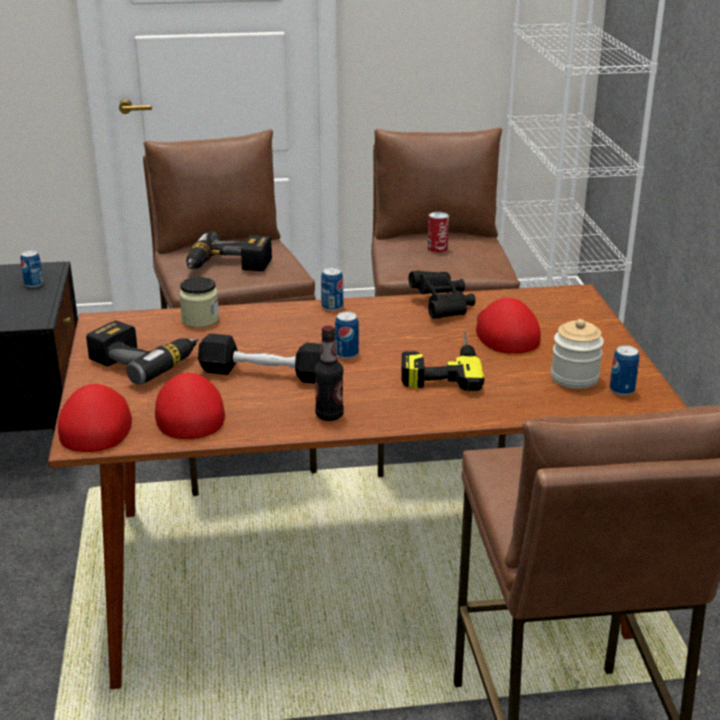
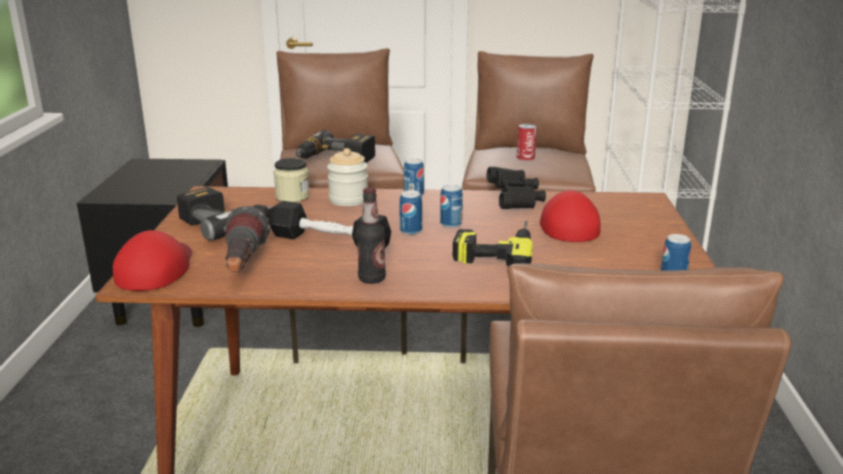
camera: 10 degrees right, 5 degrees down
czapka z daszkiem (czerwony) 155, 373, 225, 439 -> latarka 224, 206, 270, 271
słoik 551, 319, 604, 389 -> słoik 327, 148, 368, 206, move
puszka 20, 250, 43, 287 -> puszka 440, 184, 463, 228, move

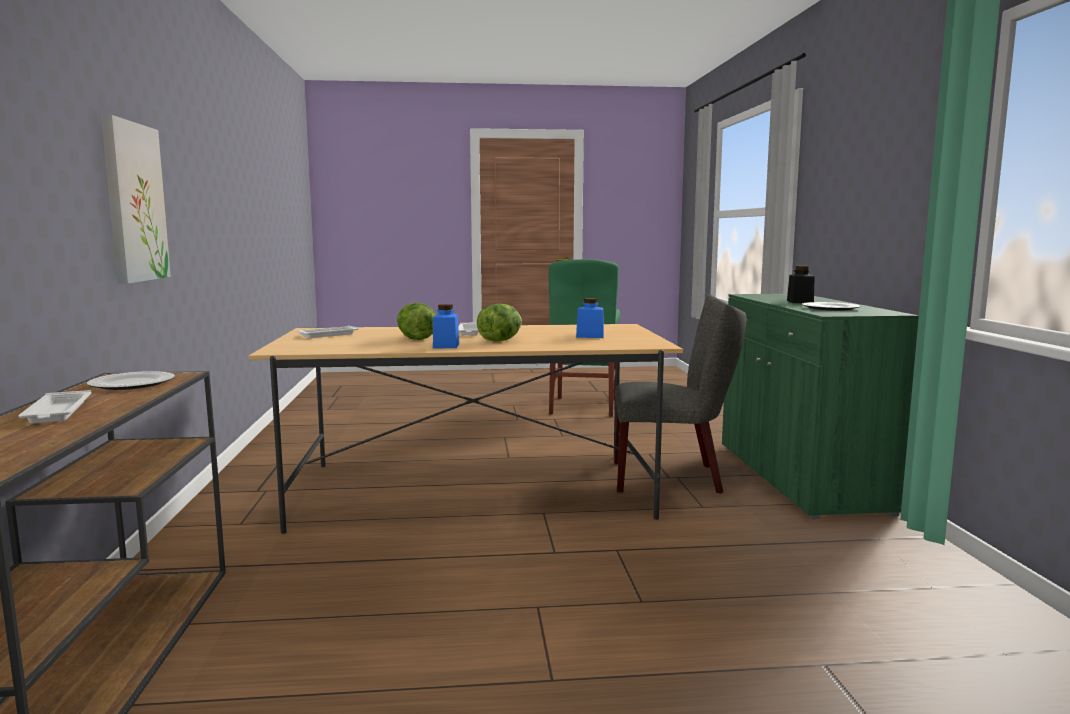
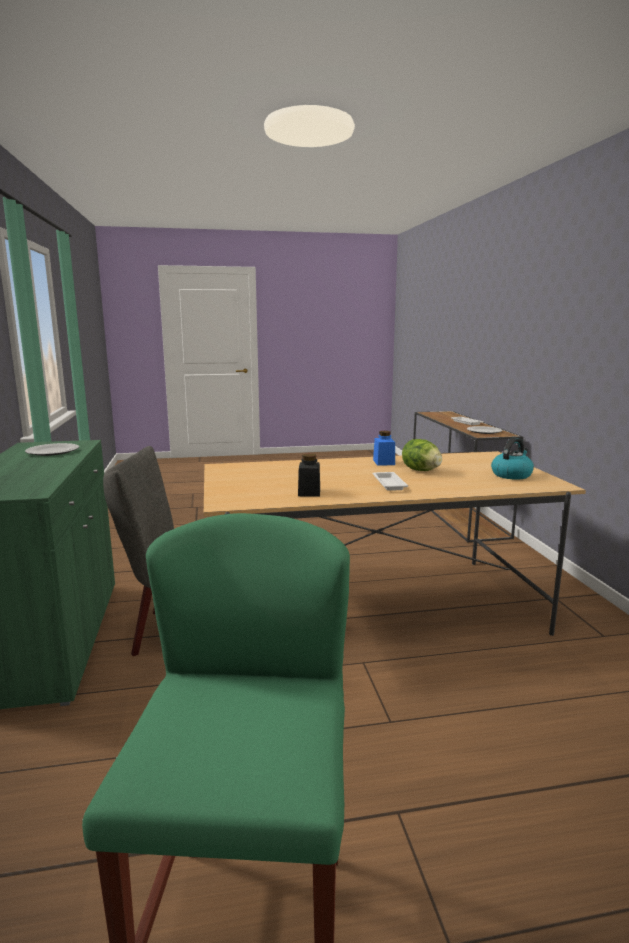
camera: 175 degrees right, 5 degrees up
słoik (czarny) 787, 266, 815, 303 -> słoik (czarny) 298, 454, 320, 497, move
taca (biały) 298, 325, 359, 338 -> czajnik 491, 438, 534, 480
obraz 101, 115, 171, 284 -> none
sałata 477, 303, 522, 342 -> none
słoik (niebieski) 576, 298, 604, 338 -> none

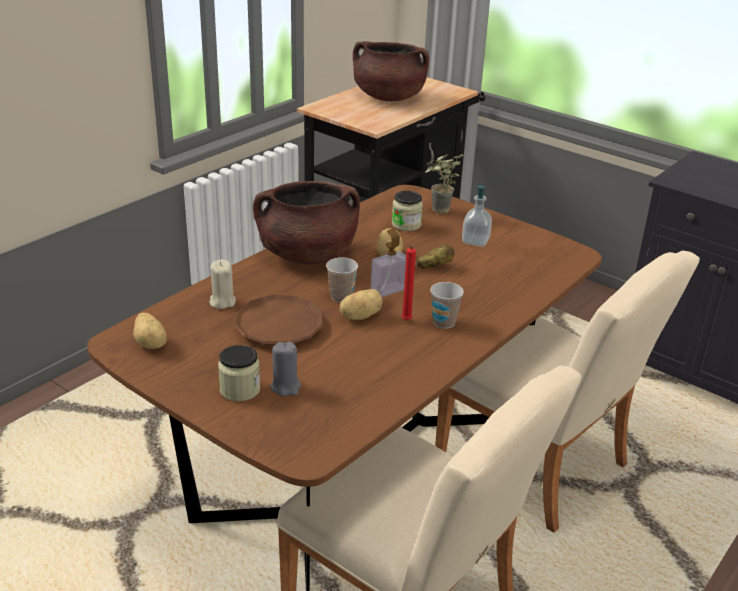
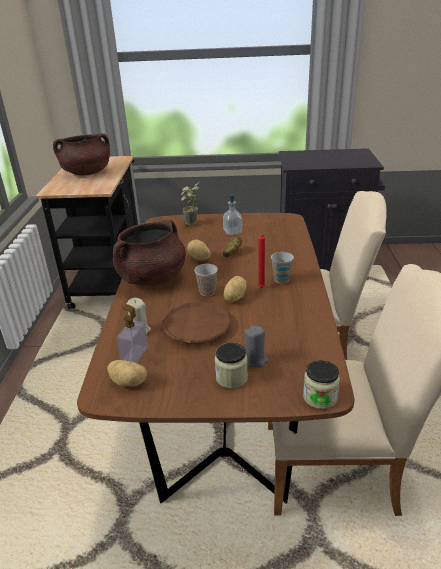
camera: 35 degrees left, 0 degrees up
dozownik mydła 371, 229, 406, 297 -> dozownik mydła 117, 304, 148, 363, move
słoik 392, 191, 423, 231 -> słoik 303, 361, 340, 409, move

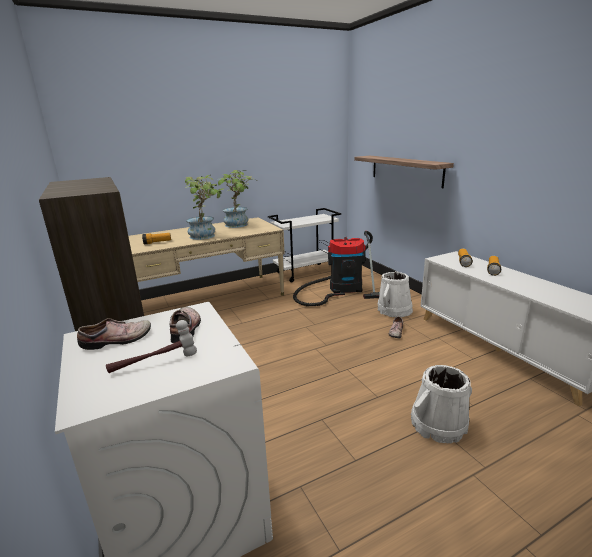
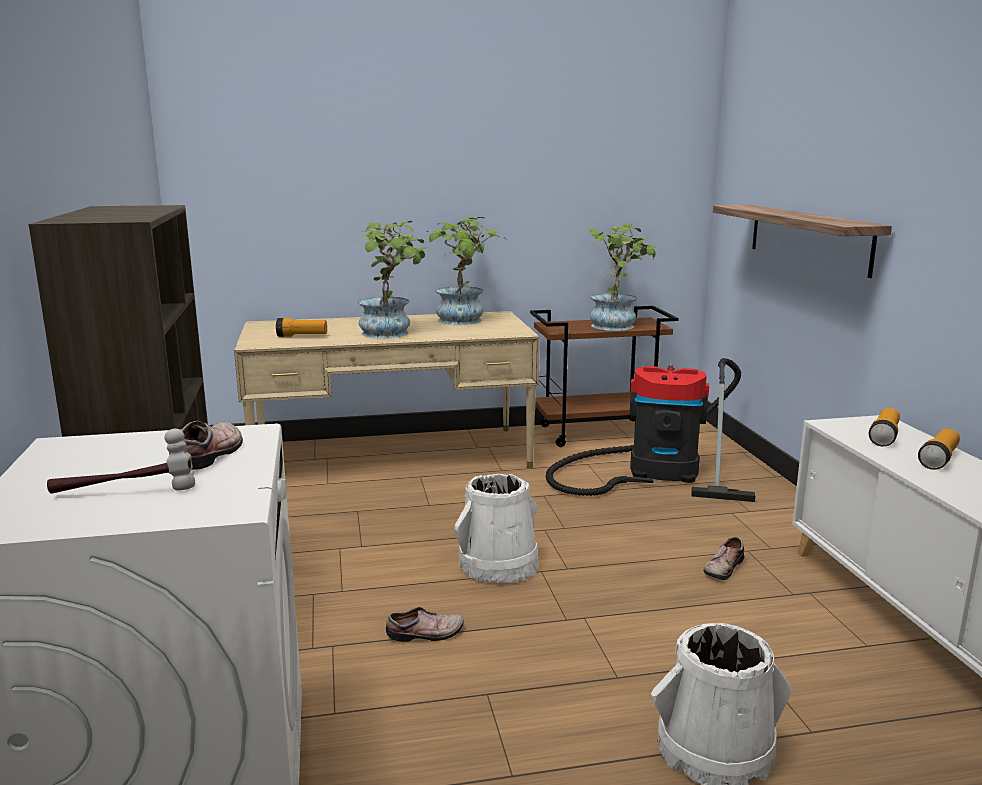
camera: 15 degrees right, 5 degrees down
but 77, 318, 151, 350 -> but 386, 606, 464, 642, move
wiadro (biały) 378, 271, 413, 317 -> wiadro (biały) 454, 474, 539, 584, move
wózek (biały) 268, 208, 341, 283 -> wózek (brązowy) 530, 306, 679, 447
none -> roślina doniczkowa 586, 223, 659, 331

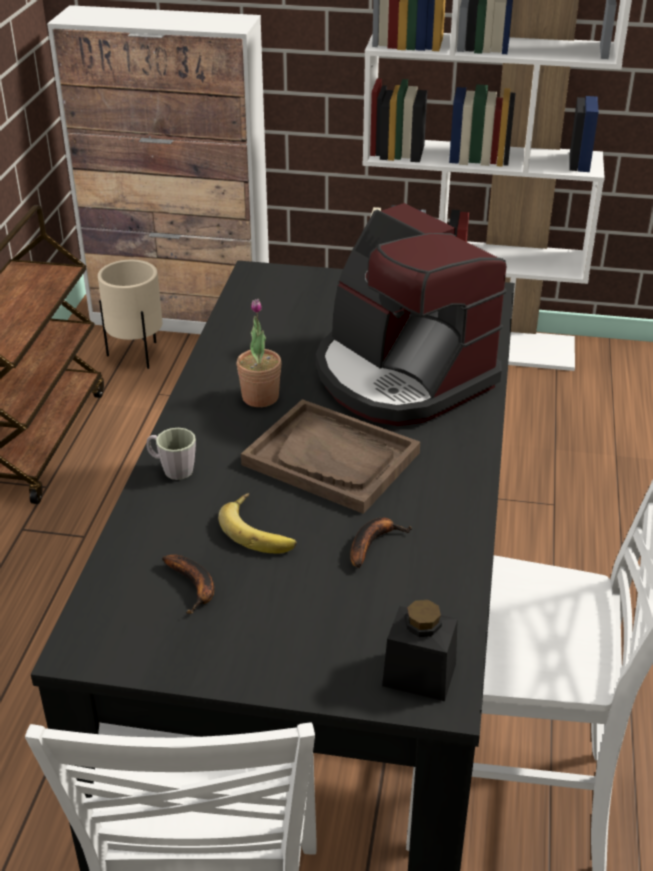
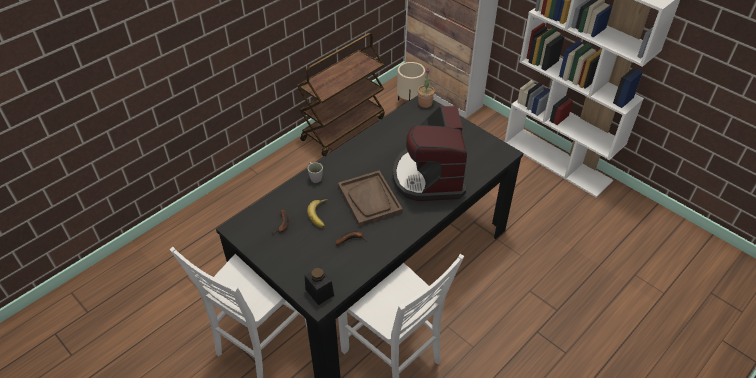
camera: 35 degrees right, 10 degrees up
roślina doniczkowa 237, 299, 282, 407 -> roślina doniczkowa 418, 68, 435, 108, move

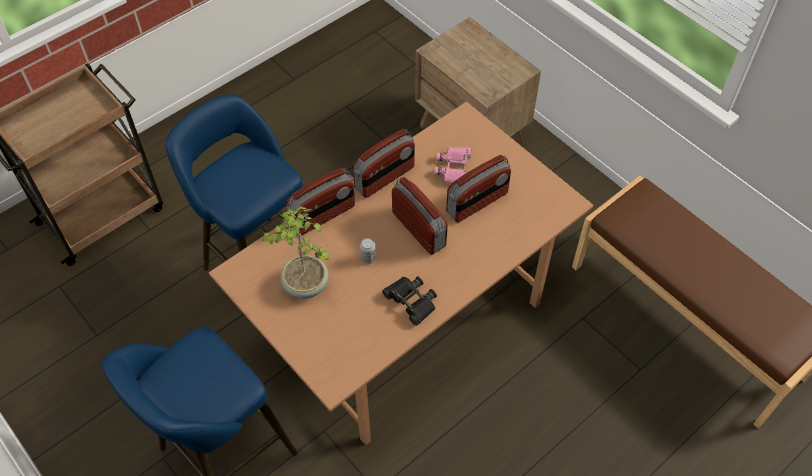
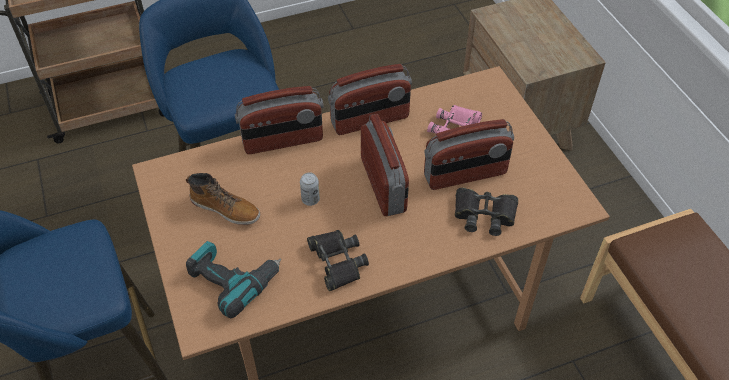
camera: 20 degrees right, 5 degrees down
roślina doniczkowa 262, 206, 329, 299 -> but z cholewką 186, 173, 260, 225
none -> wiertarka 186, 241, 281, 318
none -> lornetka (czarny) 455, 188, 518, 236

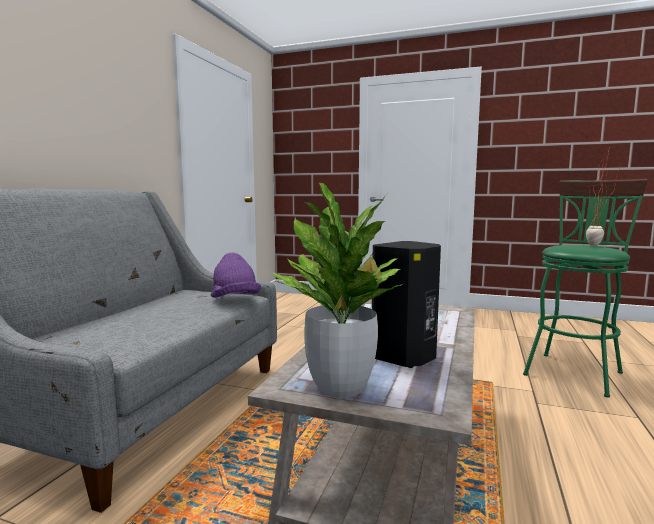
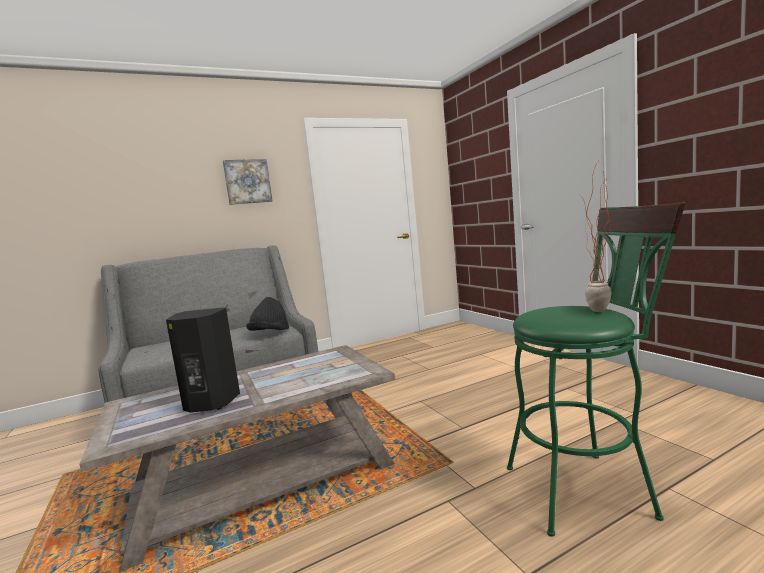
camera: 45 degrees right, 0 degrees up
none -> obraz 223, 159, 272, 205
kapelusz (fioletowy) 211, 252, 261, 298 -> kapelusz (czarny) 246, 297, 289, 331
roślina doniczkowa 272, 183, 403, 398 -> none

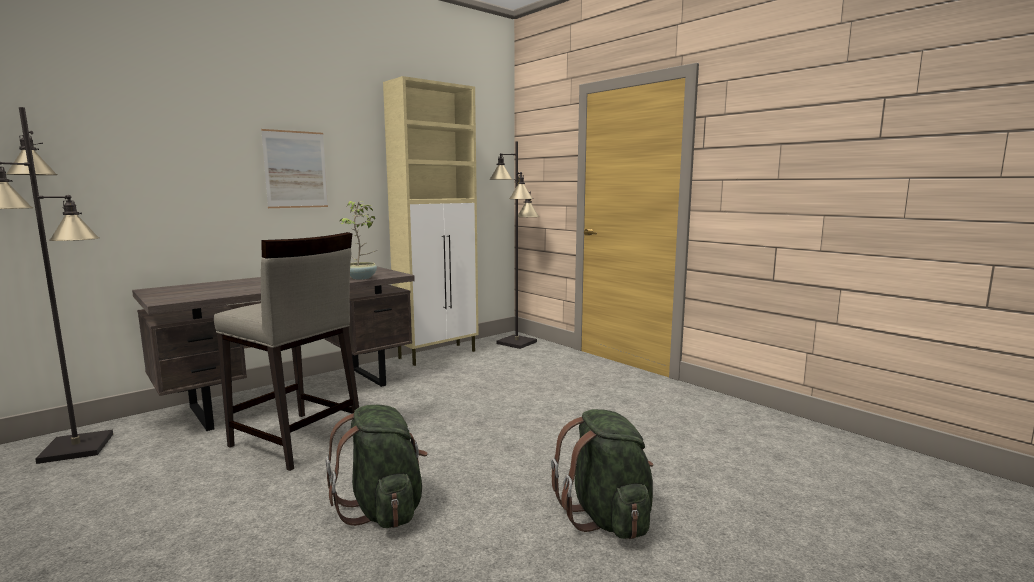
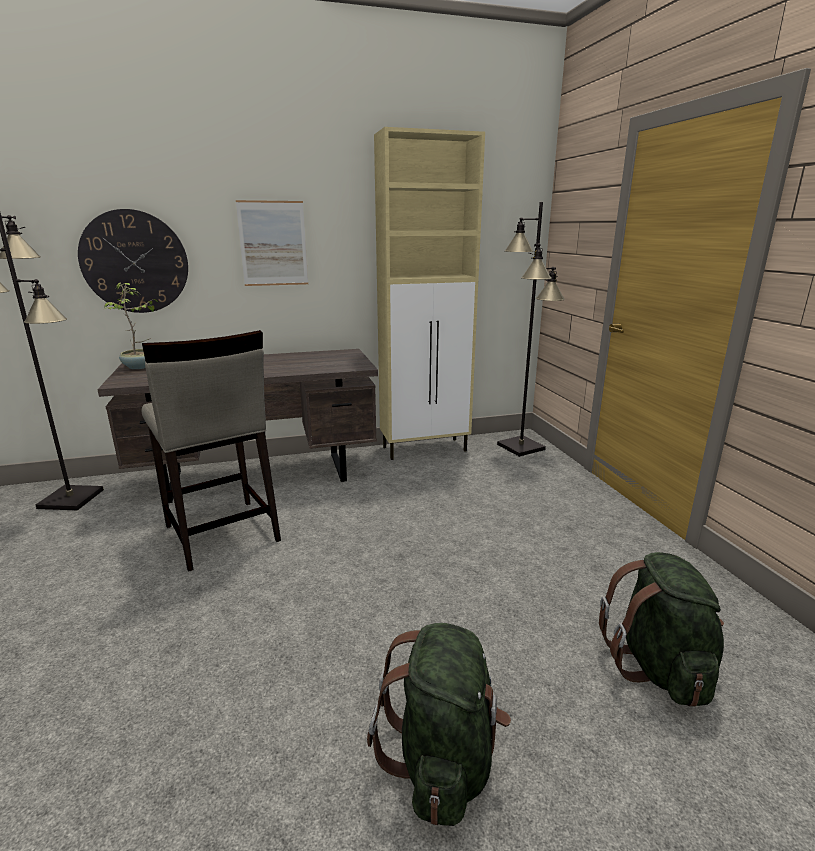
camera: 25 degrees right, 10 degrees up
none -> zegar ścienny 78, 209, 188, 313
roślina doniczkowa 339, 201, 377, 280 -> roślina doniczkowa 103, 283, 158, 369, move
plecak (zielony) 326, 405, 428, 528 -> plecak (zielony) 599, 552, 724, 707, move

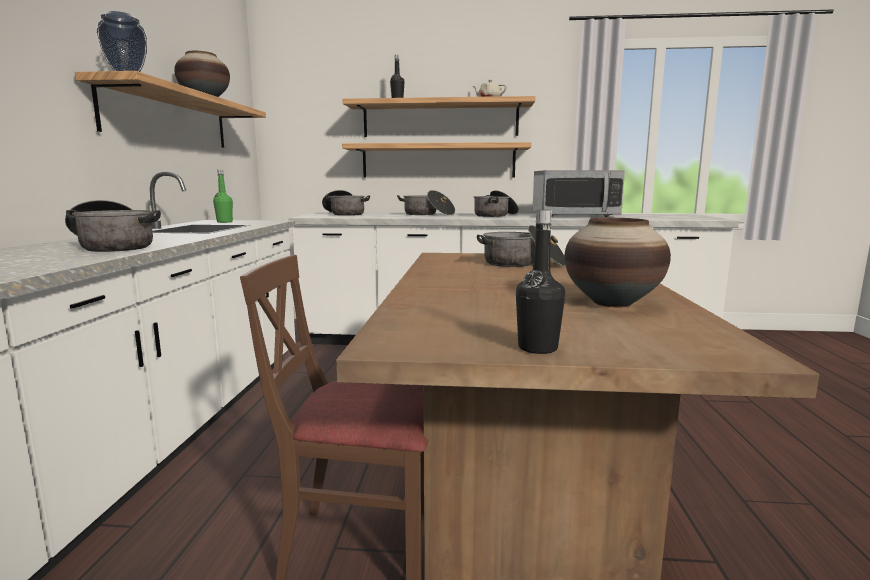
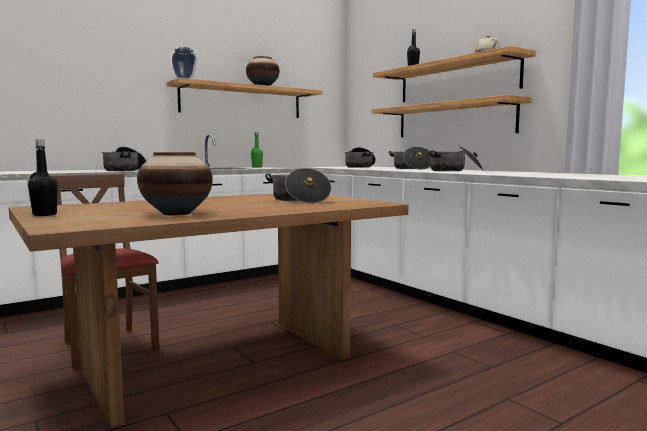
camera: 50 degrees right, 5 degrees down
mikrofalówka 533, 170, 625, 217 -> none

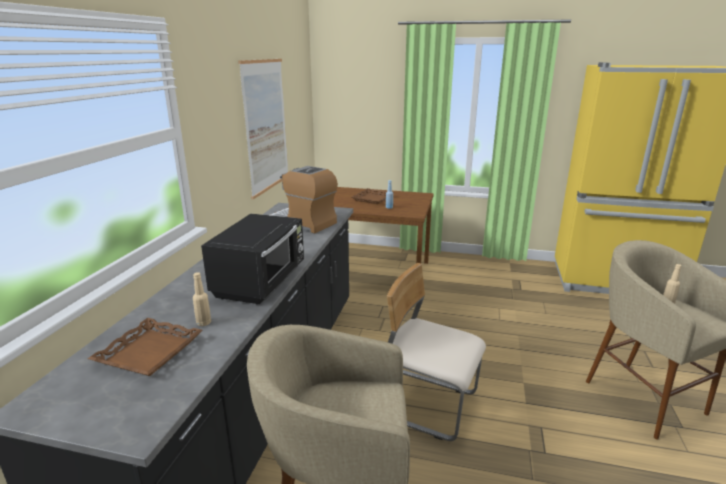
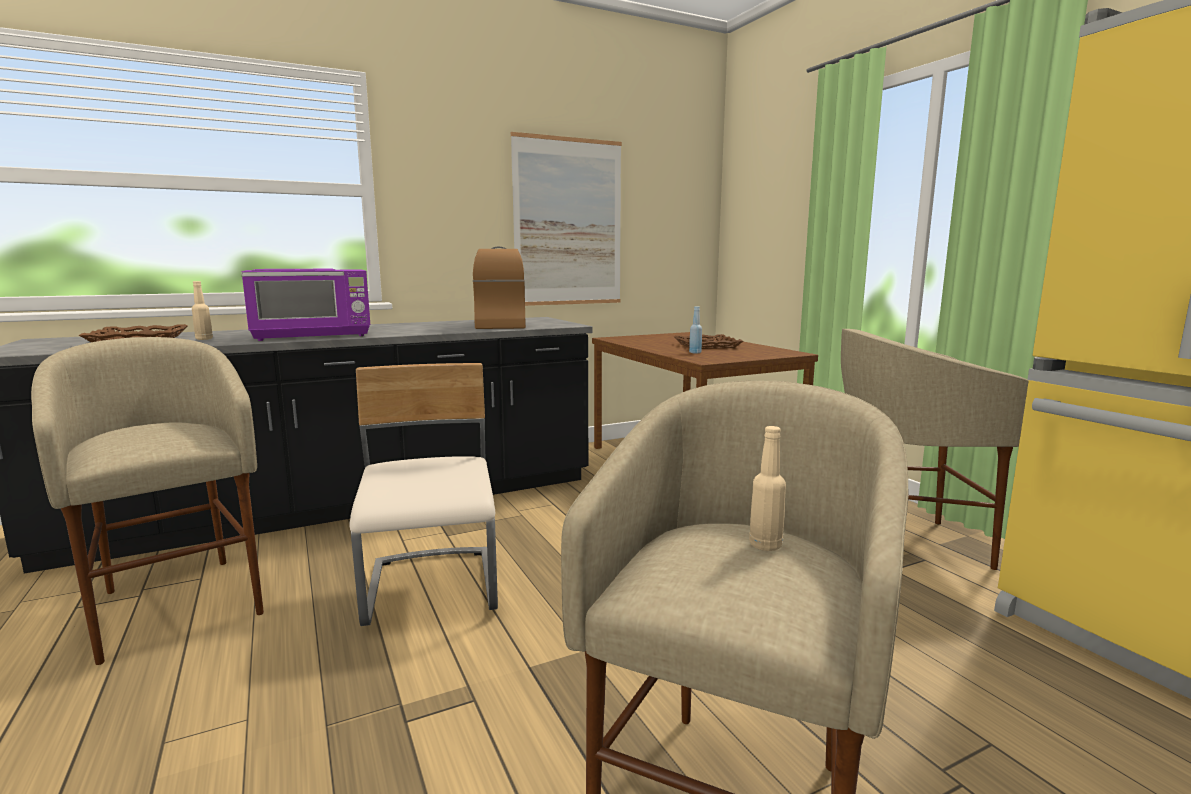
camera: 50 degrees right, 10 degrees down
mikrofalówka (czarny) 201, 214, 304, 305 -> mikrofalówka (fioletowy) 241, 269, 370, 341
none -> stołek (beżowy) 841, 329, 1029, 570

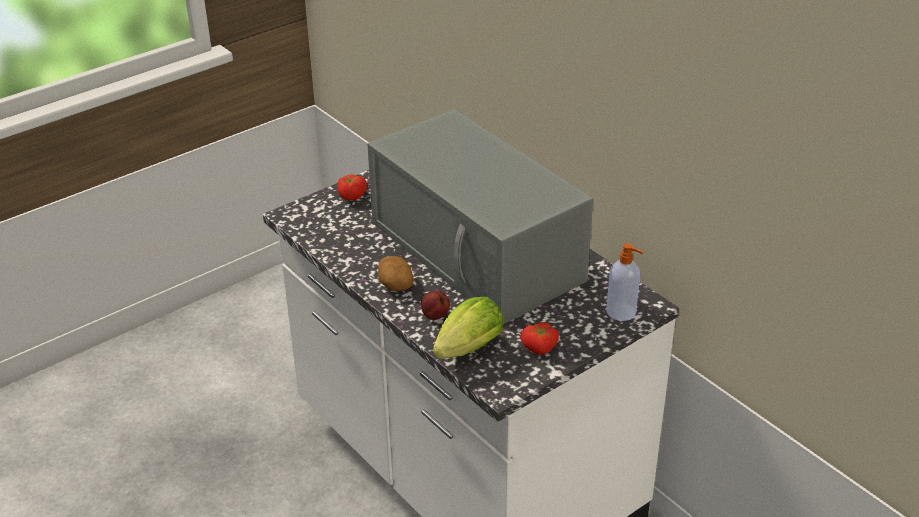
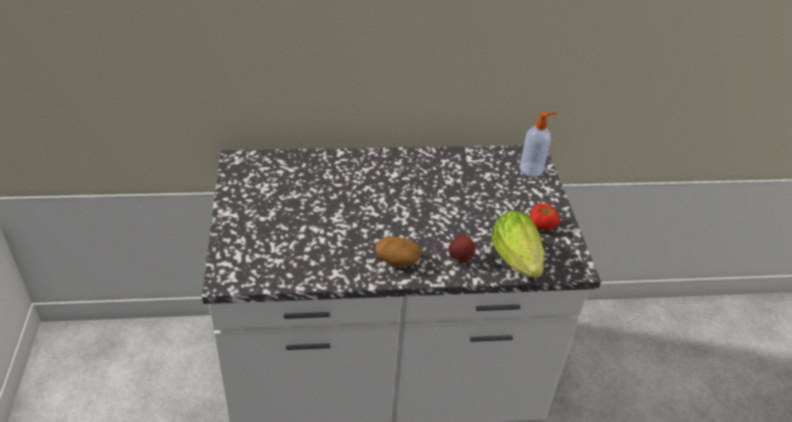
camera: 60 degrees left, 5 degrees up
pomidor 337, 175, 367, 201 -> none
mikrofalówka (szary) 367, 109, 593, 324 -> none

